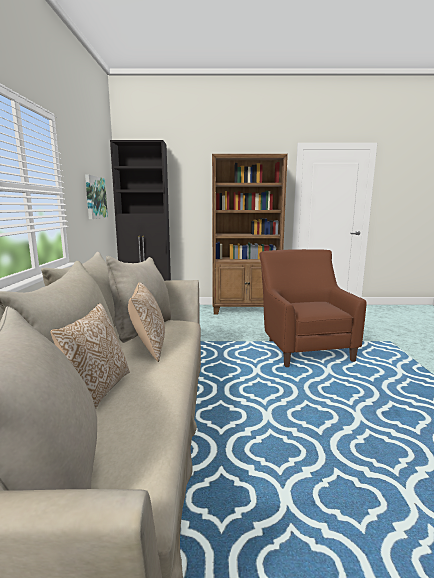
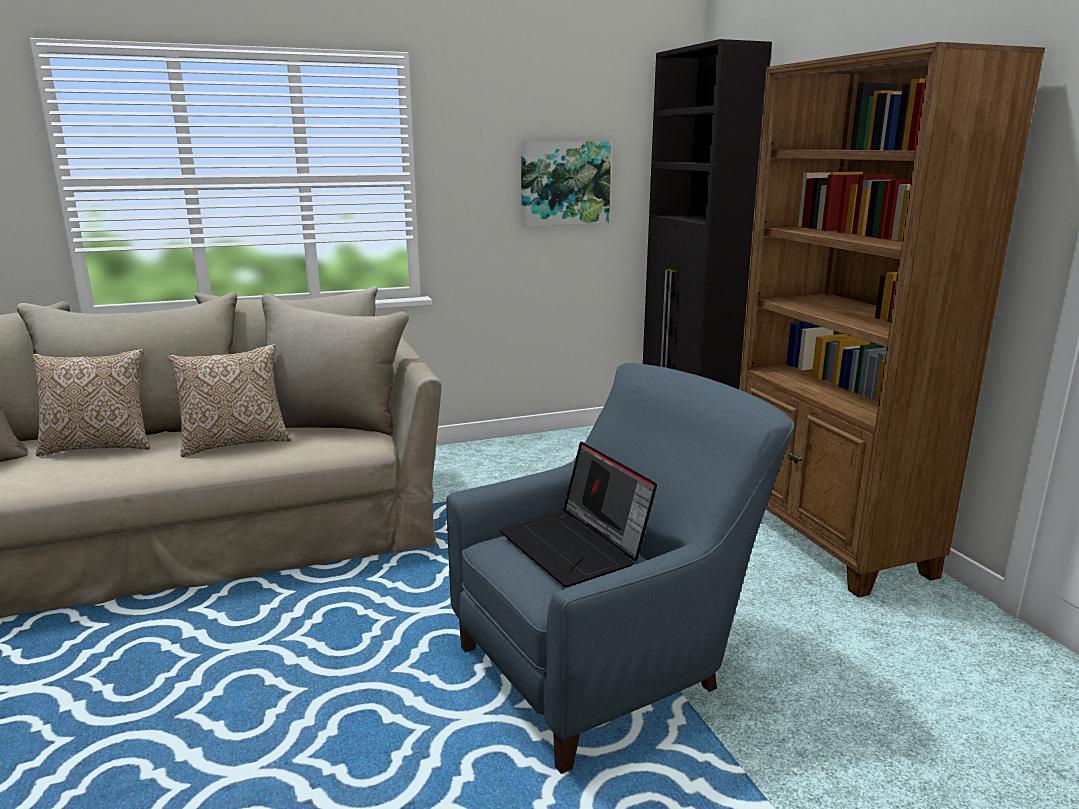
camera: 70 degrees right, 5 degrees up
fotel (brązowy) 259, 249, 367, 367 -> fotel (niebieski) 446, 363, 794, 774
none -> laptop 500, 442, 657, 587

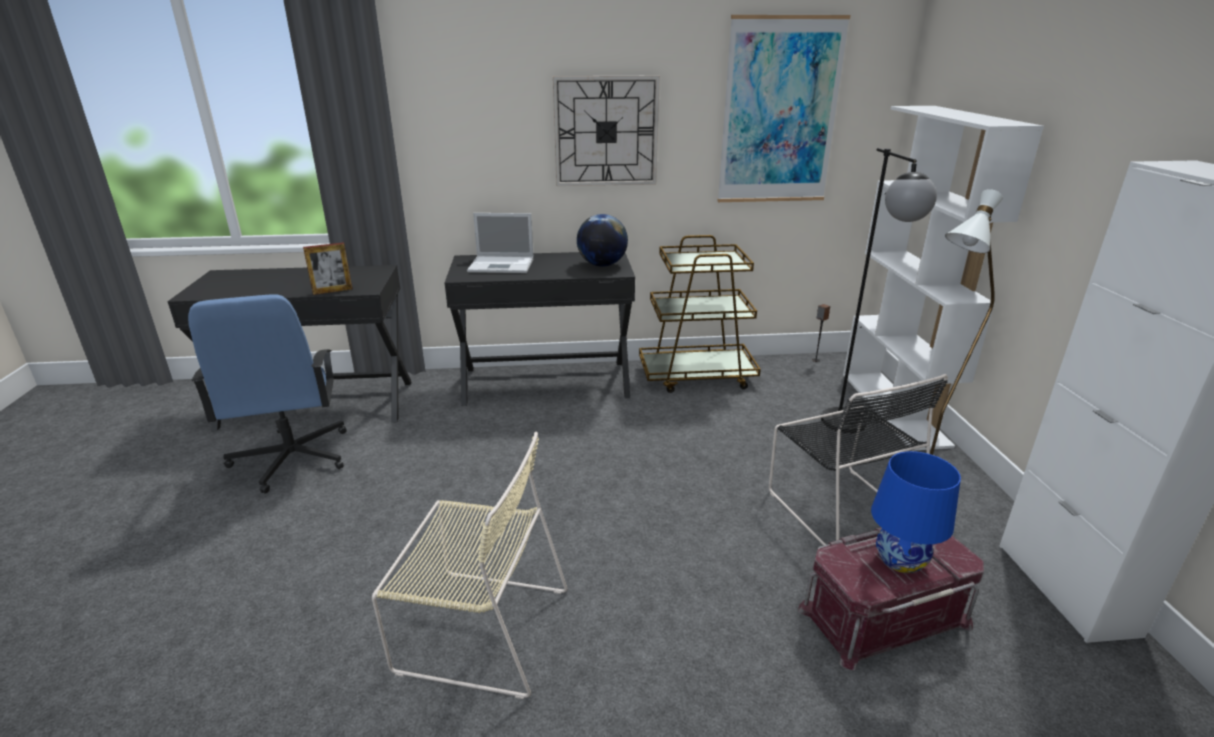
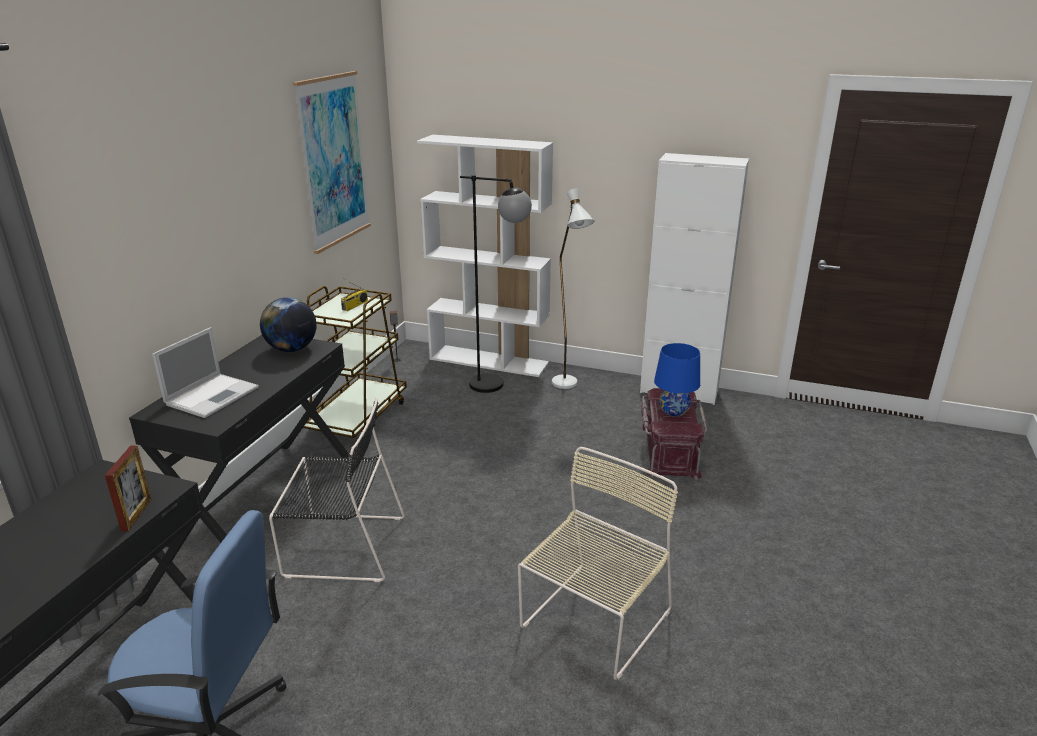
camera: 65 degrees left, 0 degrees up
krzesło (czarny) 769, 374, 948, 546 -> krzesło (czarny) 269, 398, 405, 582, move
none -> radio 341, 278, 368, 311
zegar ścienny 553, 76, 660, 186 -> none

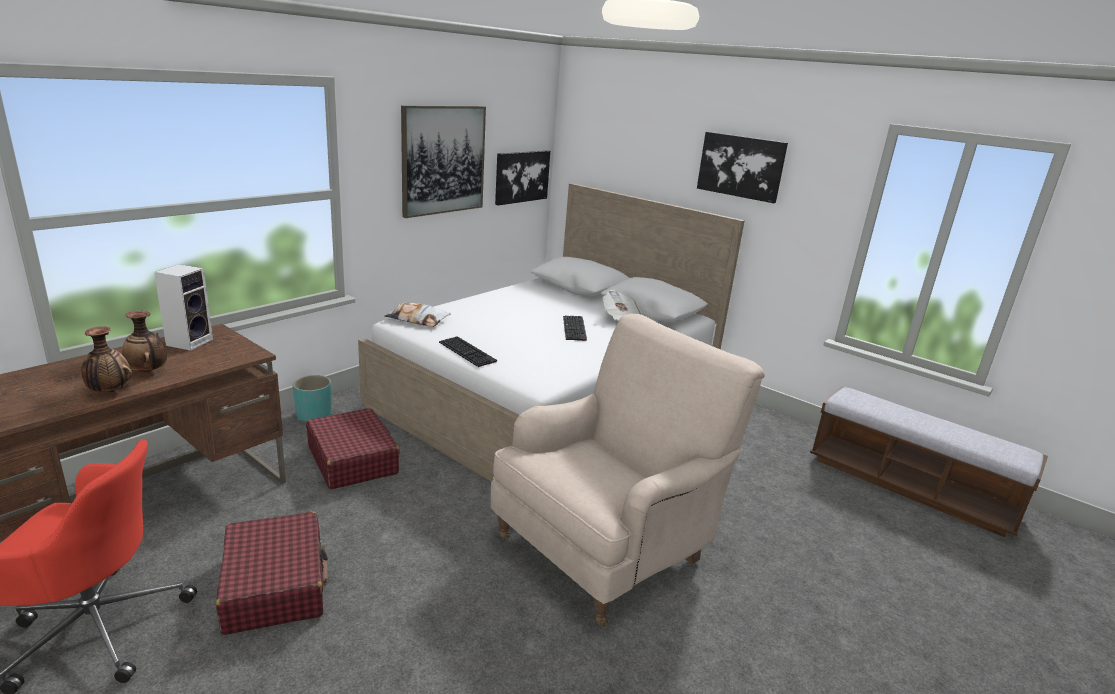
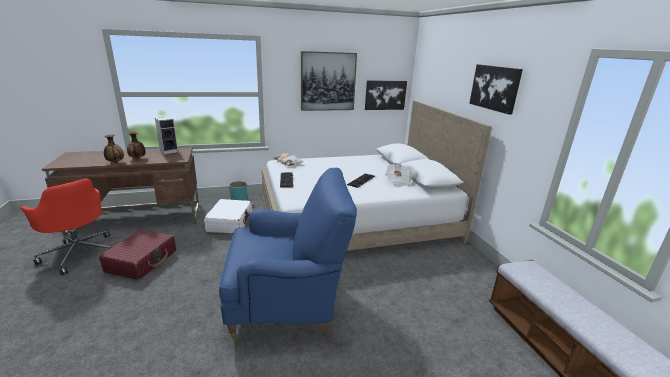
camera: 35 degrees right, 0 degrees up
walizka (czerwony) 306, 408, 400, 489 -> walizka (biały) 204, 199, 252, 233
fotel (beżowy) 491, 313, 765, 626 -> fotel (niebieski) 219, 168, 357, 341

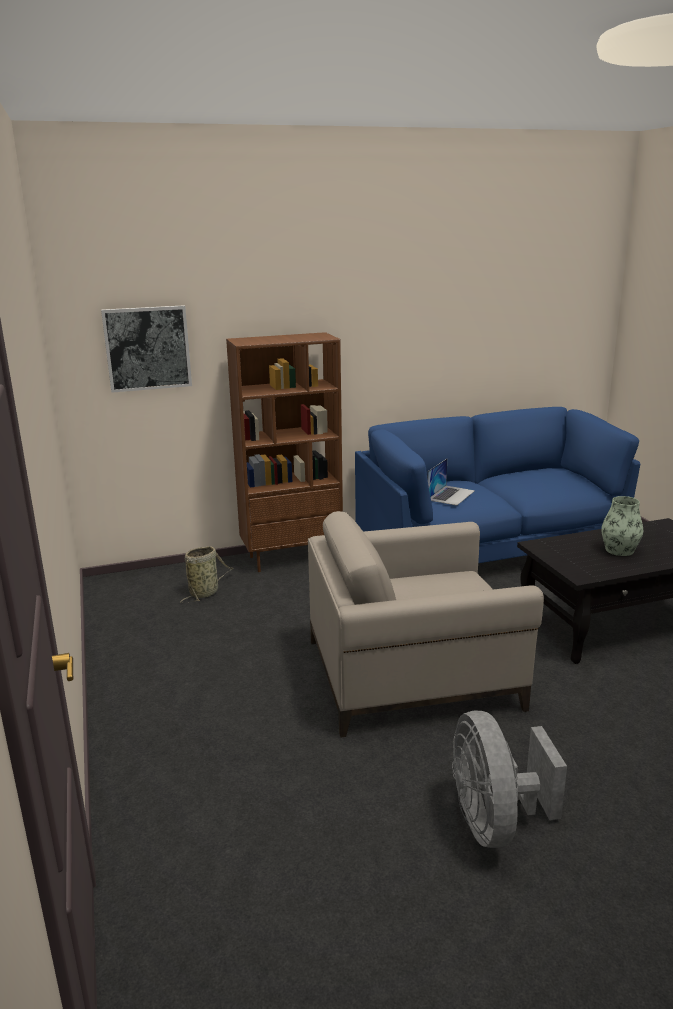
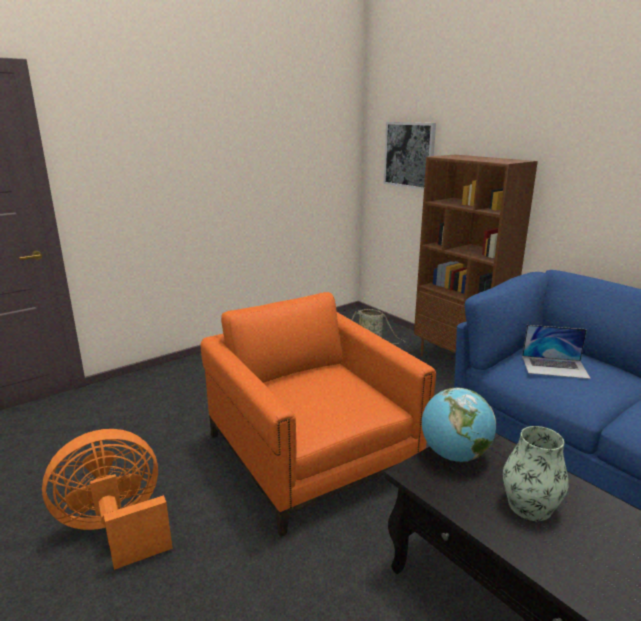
camera: 70 degrees right, 0 degrees up
wentylator (szary) 452, 710, 567, 848 -> wentylator (pomarańczowy) 42, 429, 173, 570
fotel (beżowy) 308, 511, 544, 737 -> fotel (pomarańczowy) 201, 292, 436, 537
none -> globus 422, 387, 496, 462

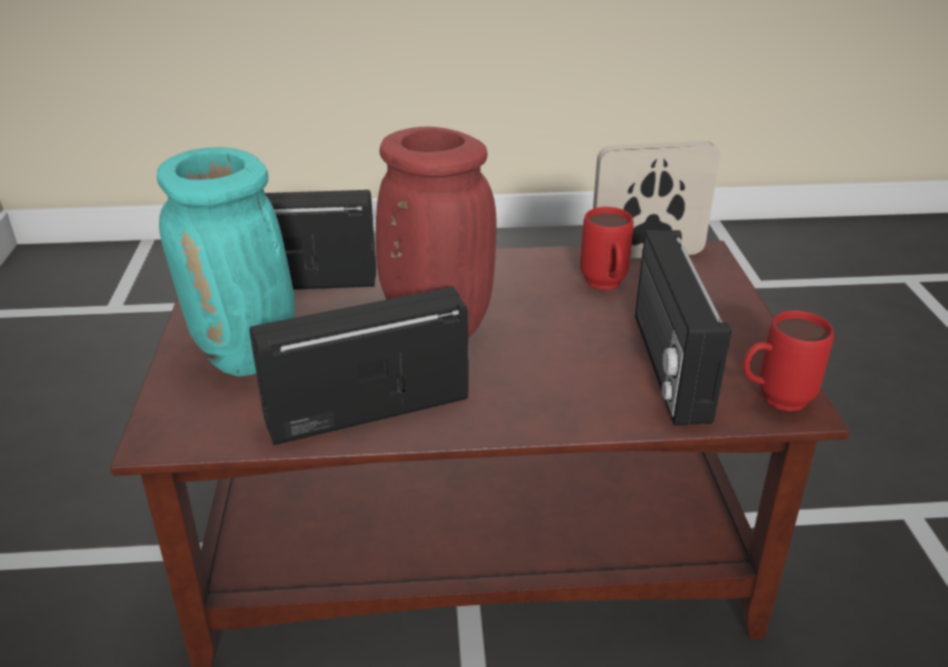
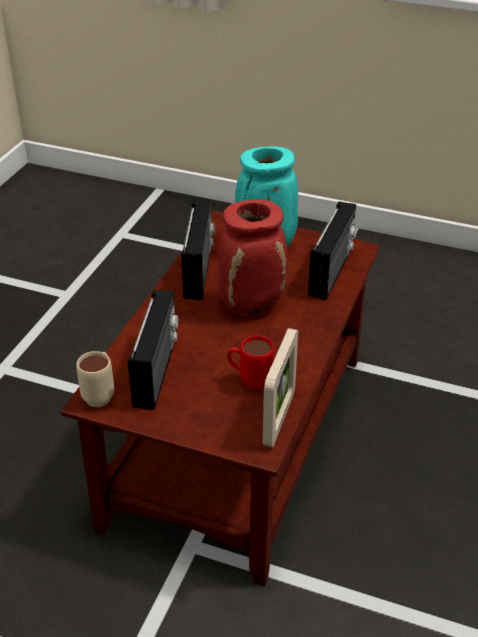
camera: 115 degrees right, 5 degrees up
kubek (czerwony) 743, 311, 834, 412 -> kubek (beżowy) 76, 351, 114, 408
radio 635, 230, 731, 426 -> radio 128, 290, 178, 410, 75 degrees clockwise

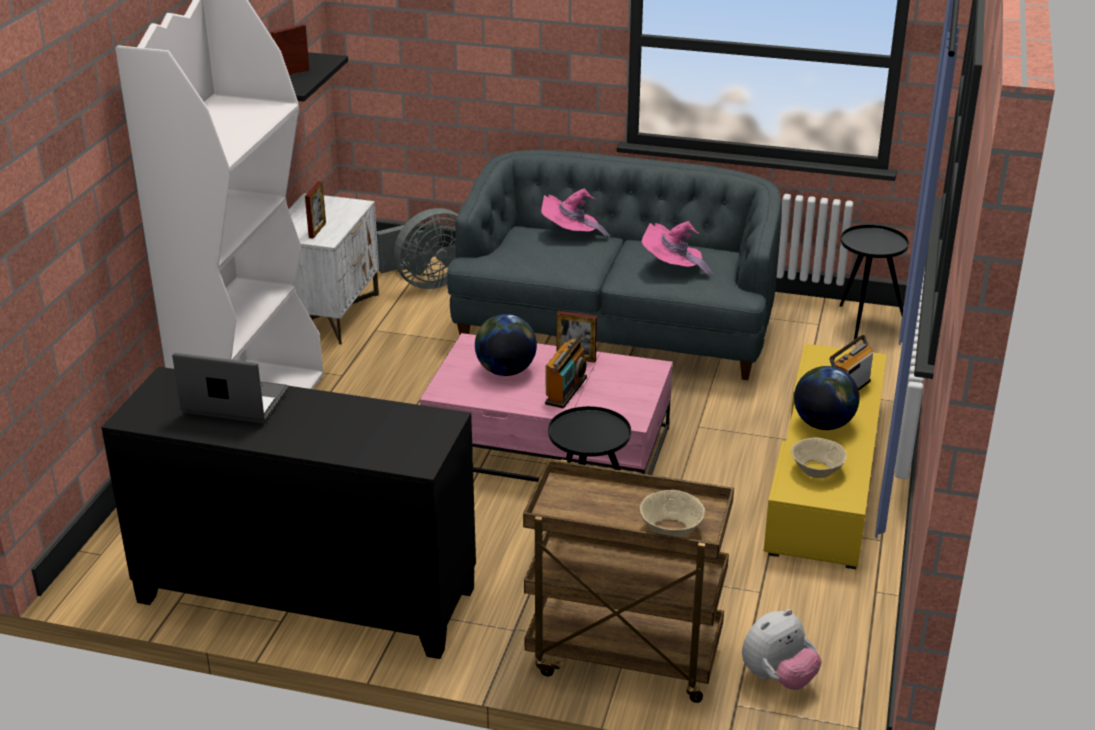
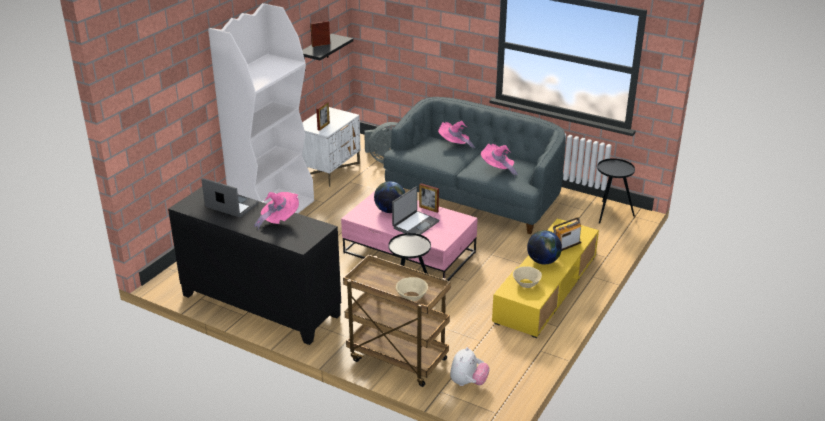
camera: 15 degrees right, 0 degrees up
none -> kapelusz (różowy) 254, 192, 299, 229
radio 545, 334, 587, 409 -> laptop 392, 186, 439, 235
pluszak 742, 609, 822, 690 -> pluszak 450, 347, 490, 386, 45 degrees counterclockwise

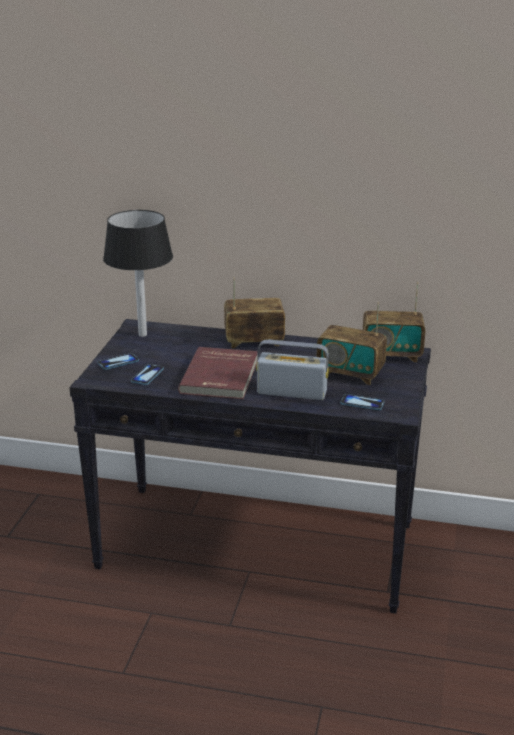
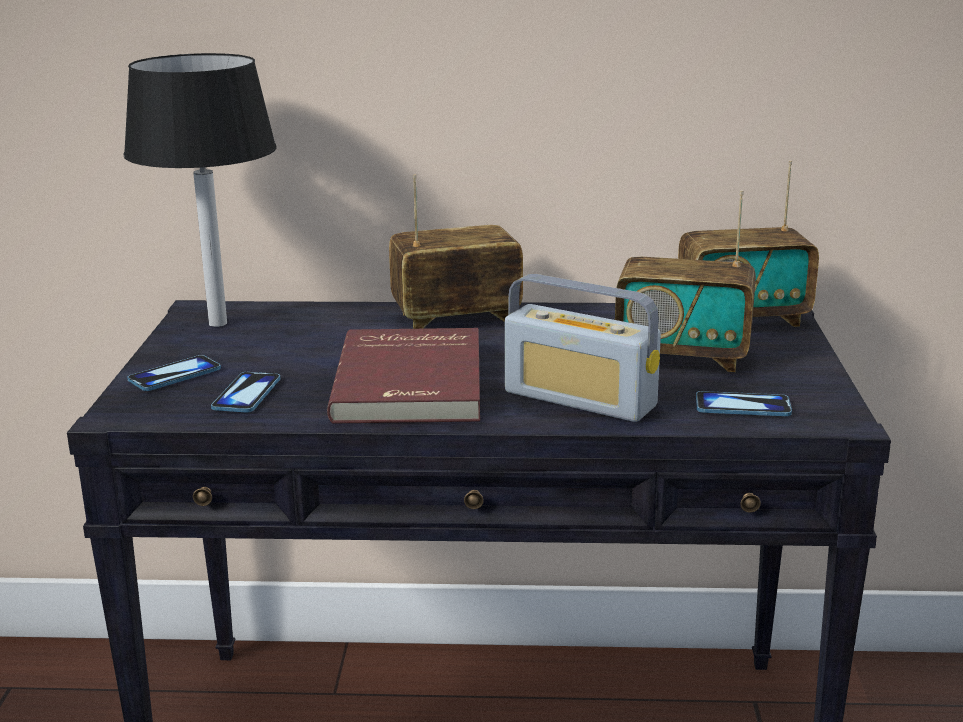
camera: 10 degrees left, 5 degrees down
radio 256, 340, 329, 400 -> radio 505, 274, 661, 422, 150 degrees counterclockwise

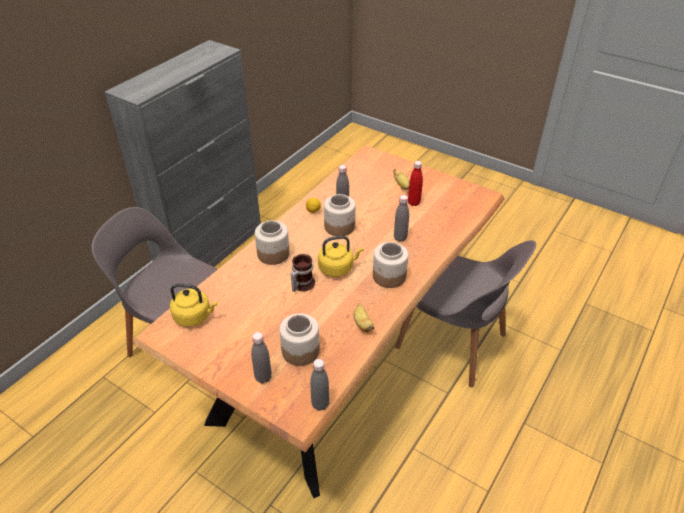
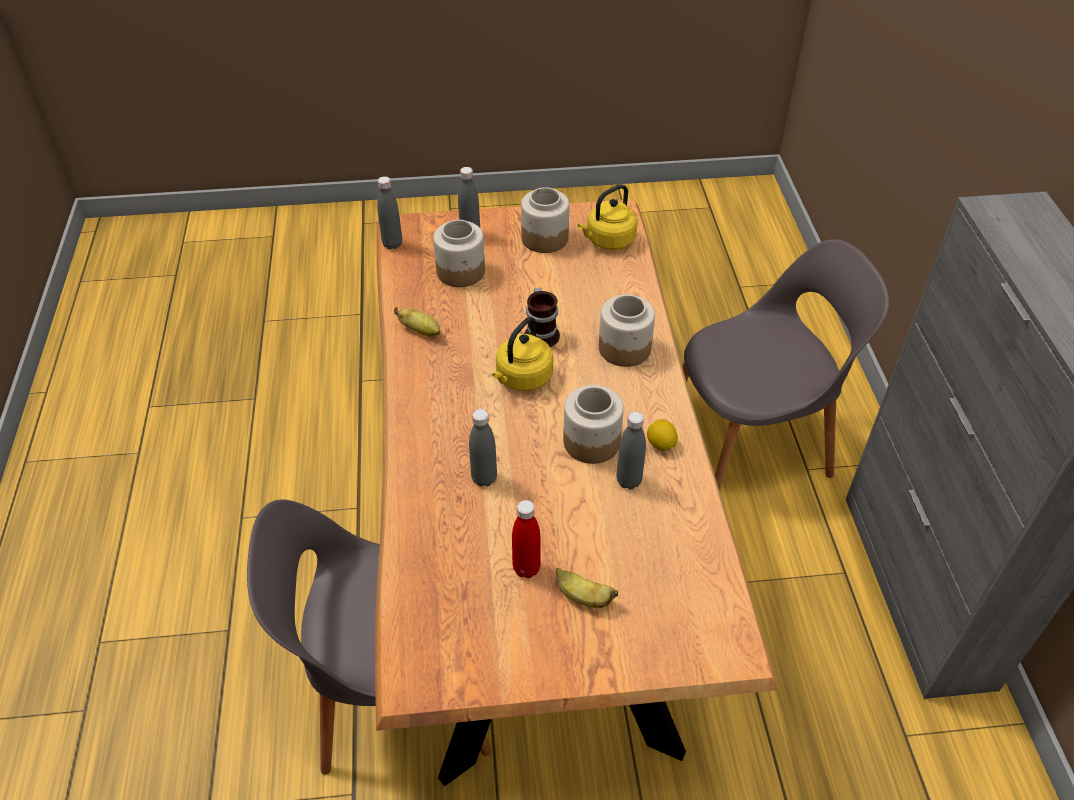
camera: 140 degrees right, 5 degrees up
słoik 373, 242, 408, 288 -> słoik 521, 187, 569, 253, move

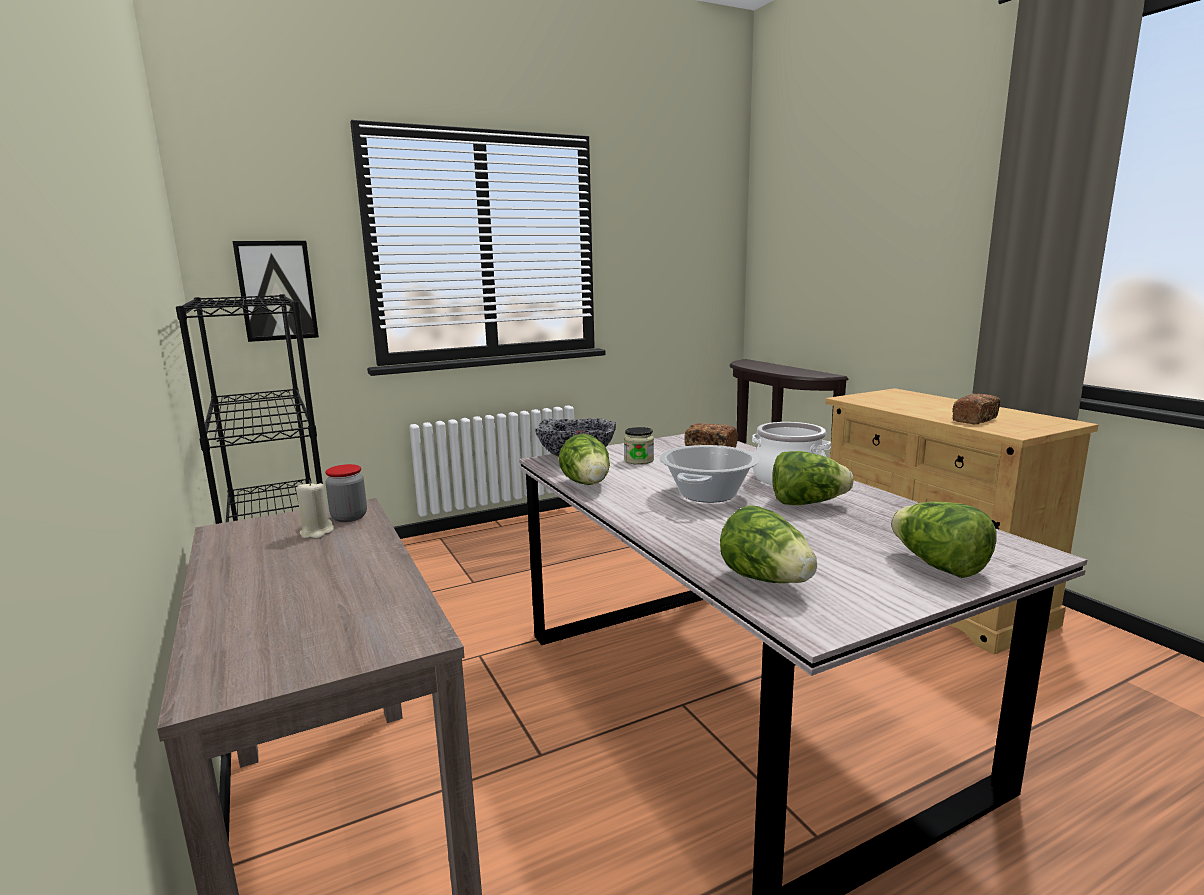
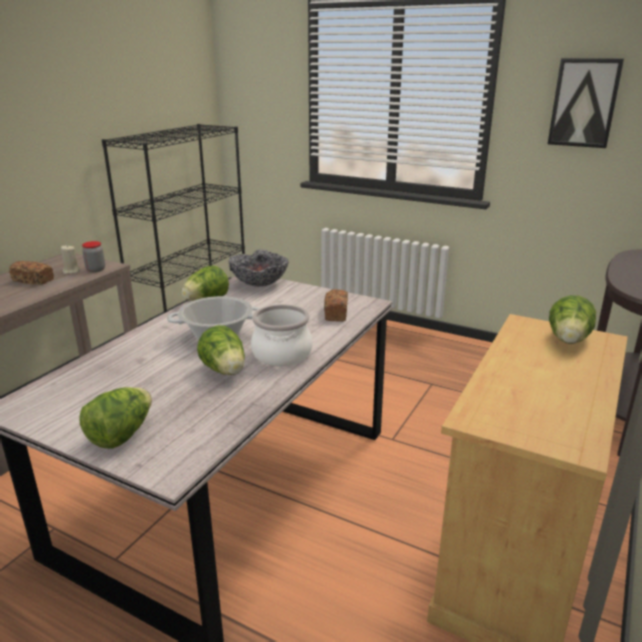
camera: 55 degrees right, 10 degrees up
chleb 952, 394, 1000, 424 -> chleb 9, 261, 54, 285, move
obraz 233, 241, 319, 342 -> obraz 548, 58, 624, 148, move
sałata 720, 505, 817, 583 -> sałata 549, 295, 596, 344, move
słoik 624, 427, 654, 465 -> none

